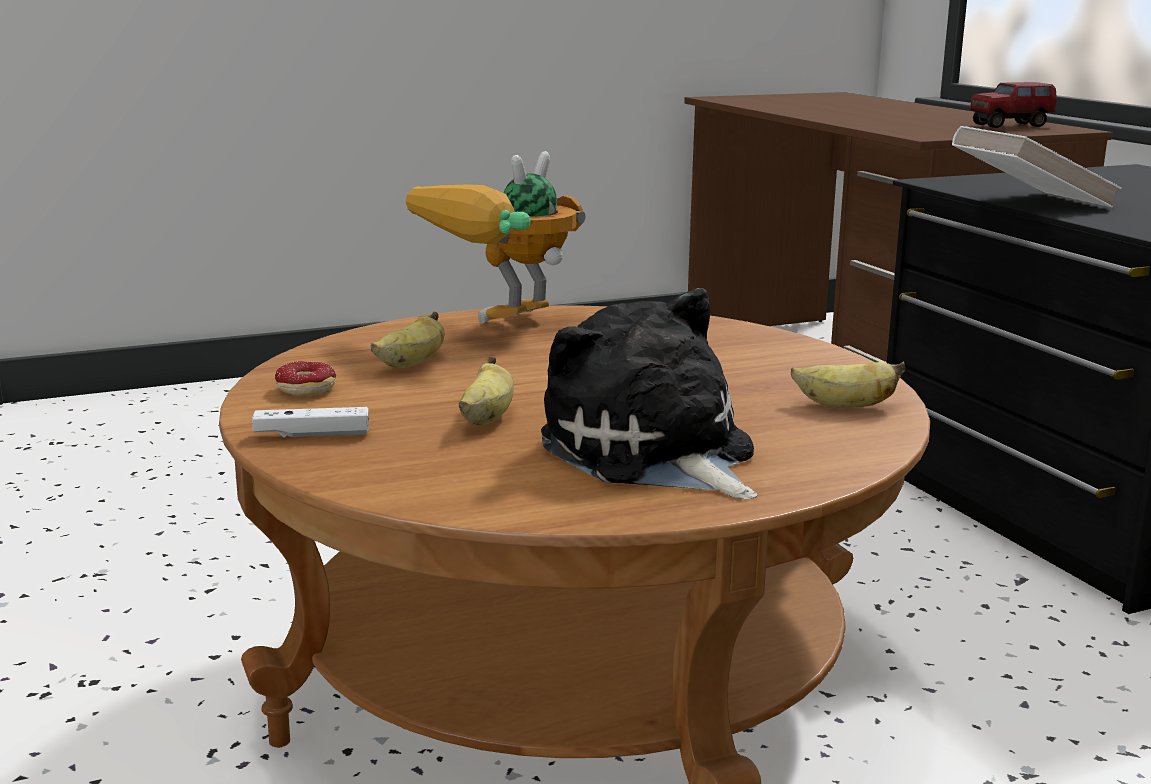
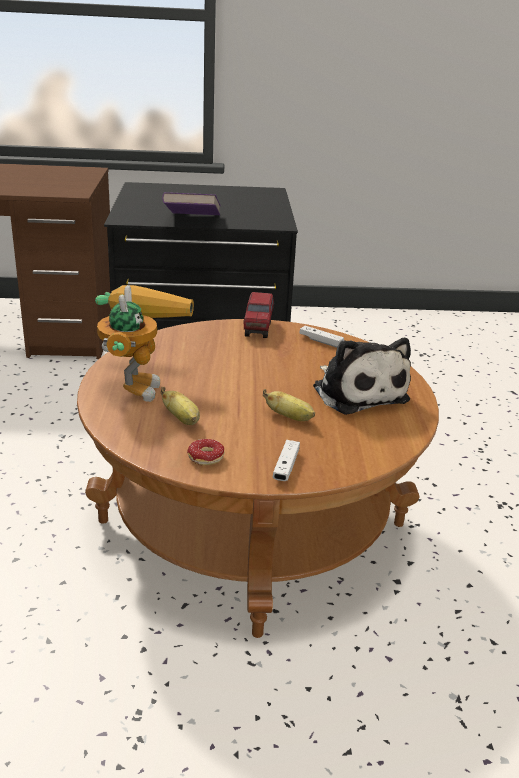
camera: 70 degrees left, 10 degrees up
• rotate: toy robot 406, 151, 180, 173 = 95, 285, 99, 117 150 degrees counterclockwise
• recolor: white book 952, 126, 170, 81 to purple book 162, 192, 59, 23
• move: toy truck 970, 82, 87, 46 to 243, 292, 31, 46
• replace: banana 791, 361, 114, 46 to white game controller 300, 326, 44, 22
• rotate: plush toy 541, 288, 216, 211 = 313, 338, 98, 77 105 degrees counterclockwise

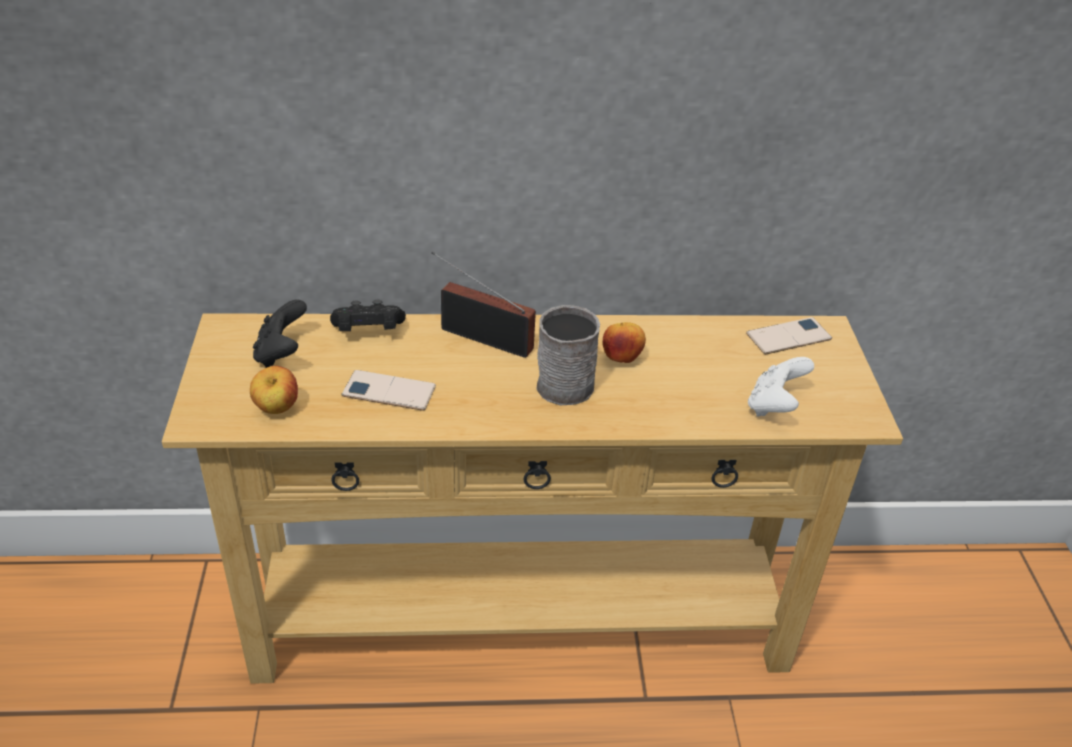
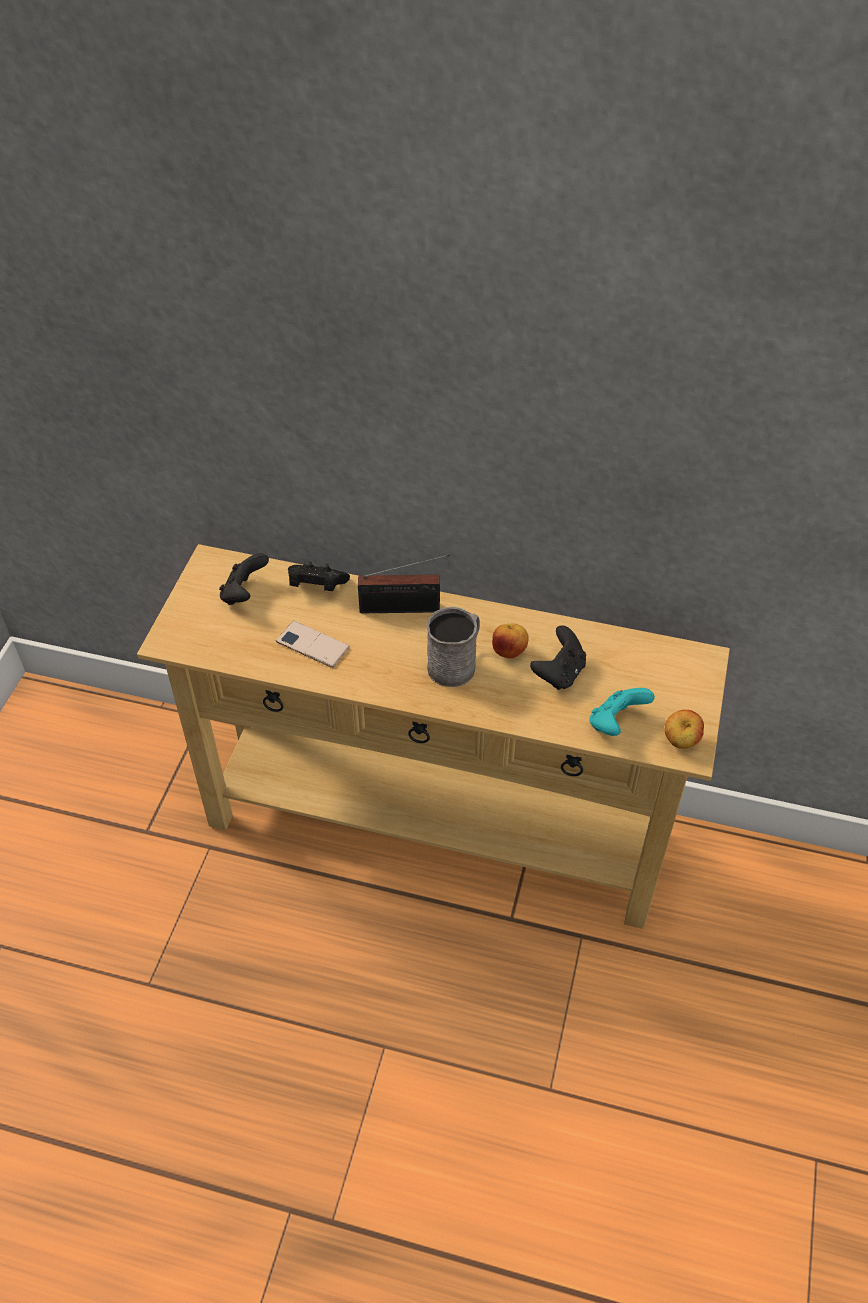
camera: 20 degrees right, 10 degrees up
• rotate: radio 432, 252, 104, 106 = 358, 554, 92, 59 135 degrees clockwise
• insert: black game controller 530, 625, 56, 65
• recolor: white game controller 748, 357, 66, 59 to turquoise game controller 589, 688, 66, 48
• move: apple 250, 366, 48, 48 to 665, 710, 39, 39
• delete: phone 746, 317, 86, 37

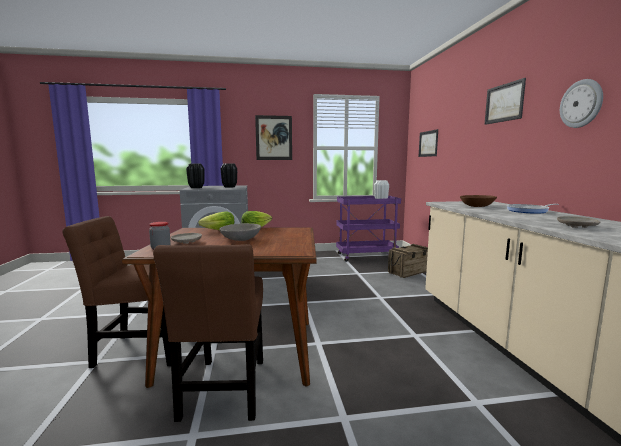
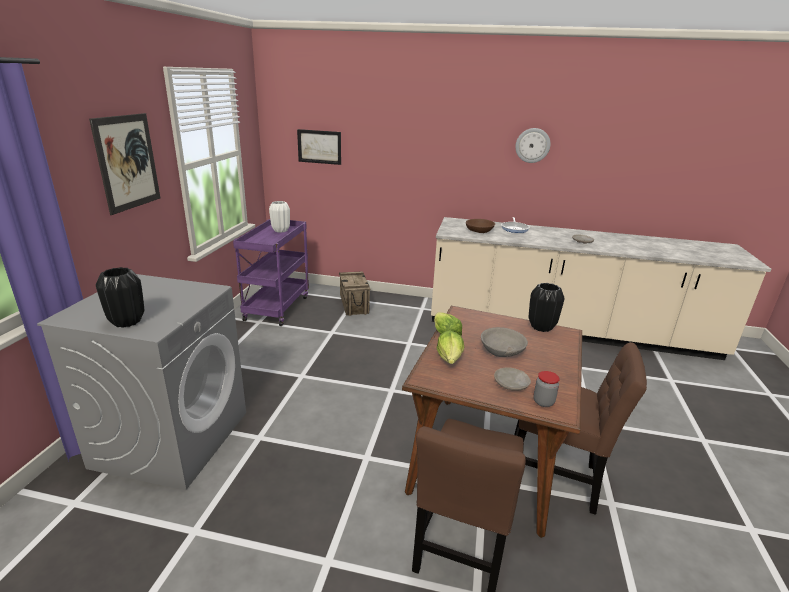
camera: 70 degrees left, 15 degrees up
• move: black vase 221, 164, 16, 24 to 529, 283, 36, 49
• delete: picture 484, 78, 42, 47

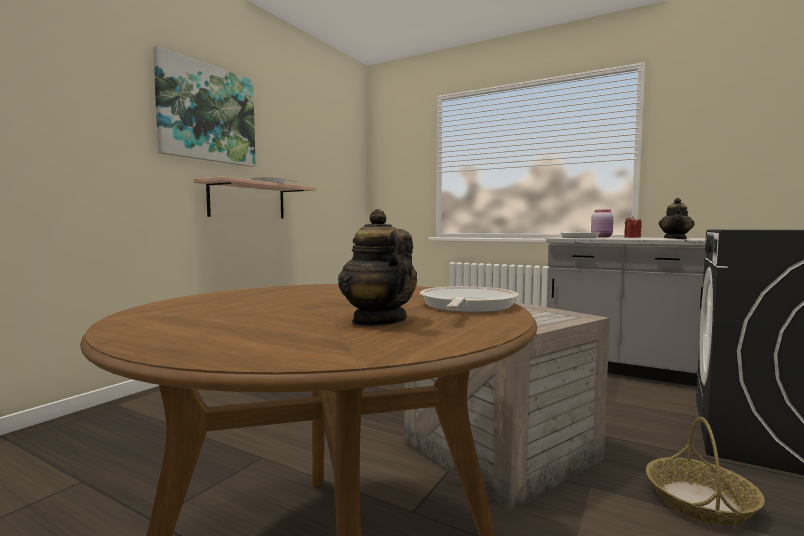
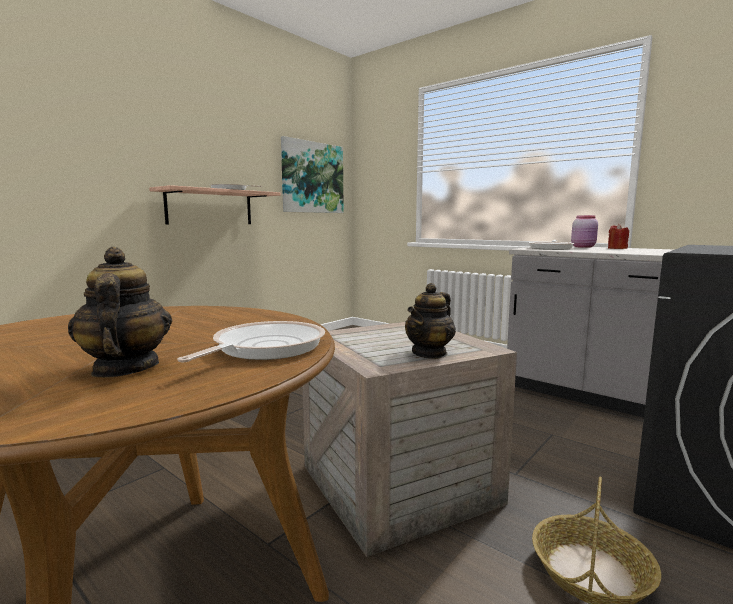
camera: 10 degrees right, 5 degrees up
• move: picture 153, 46, 103, 121 to 281, 136, 63, 77
• move: teapot 659, 198, 35, 41 to 405, 283, 51, 76

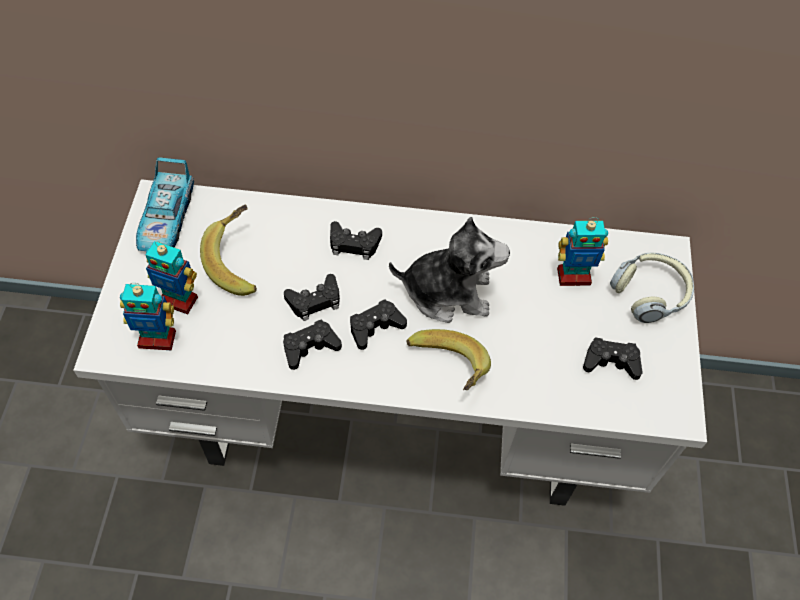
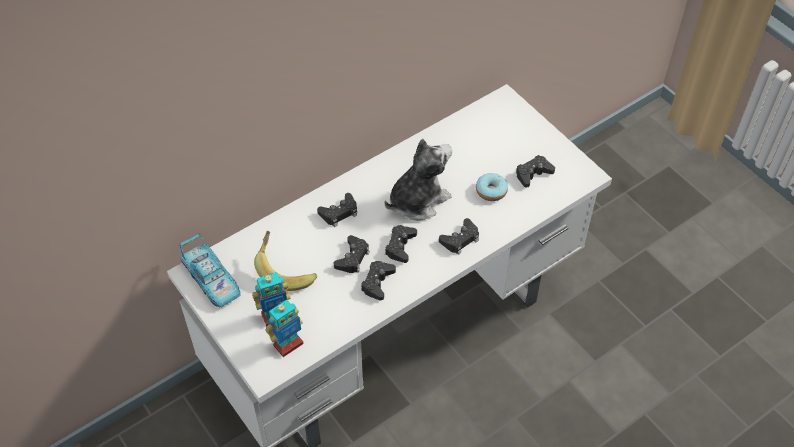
camera: 40 degrees left, 5 degrees down
• replace: banana 406, 329, 85, 61 to black game controller 439, 218, 40, 37
• insert: donut 476, 173, 32, 28
• delete: toy robot 557, 217, 51, 69
• delete: headphones 610, 252, 84, 71

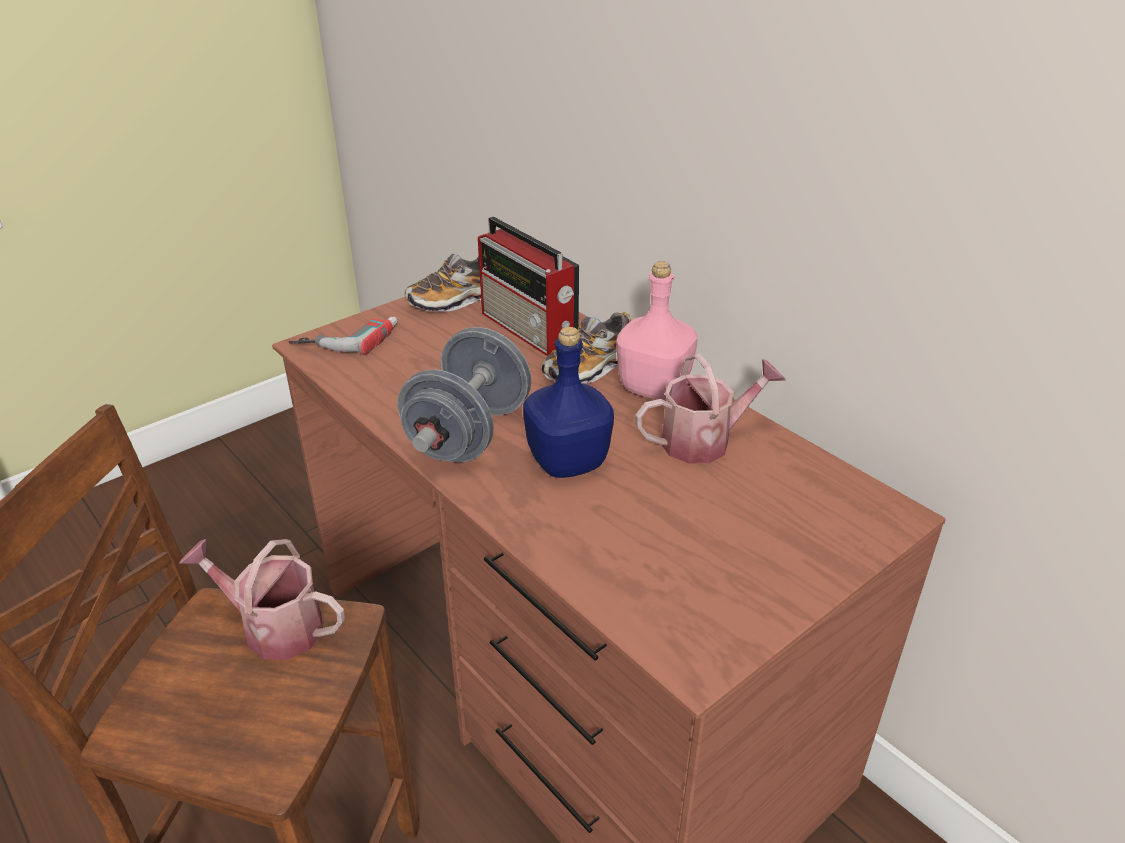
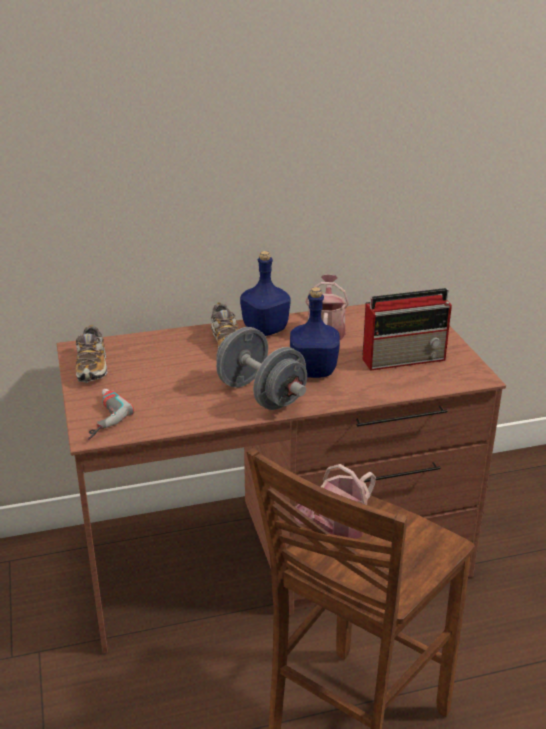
camera: 65 degrees left, 5 degrees down
• recolor: pink bottle 616, 261, 82, 139 to blue bottle 240, 251, 51, 85
• move: radio 478, 217, 101, 139 to 363, 288, 89, 83

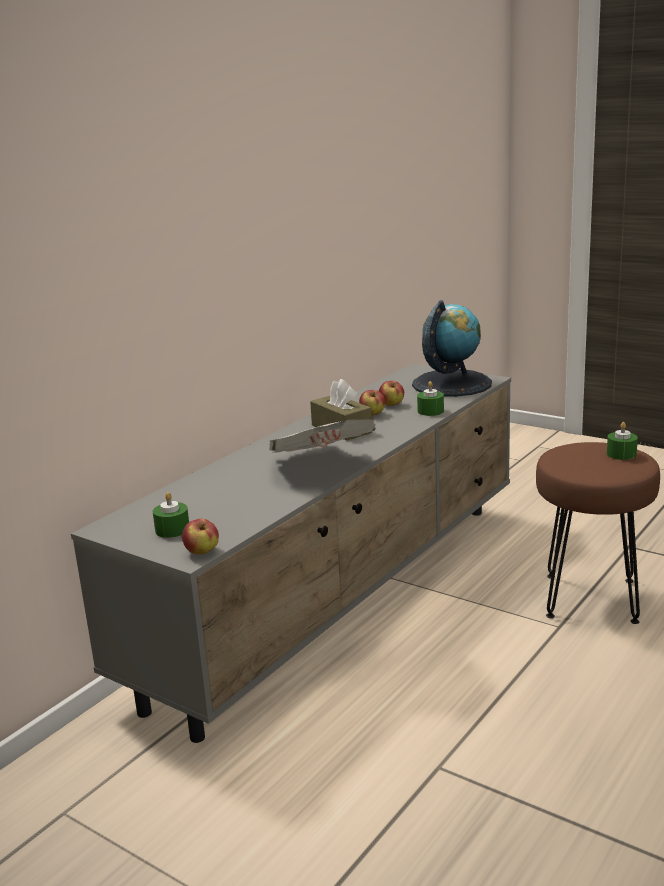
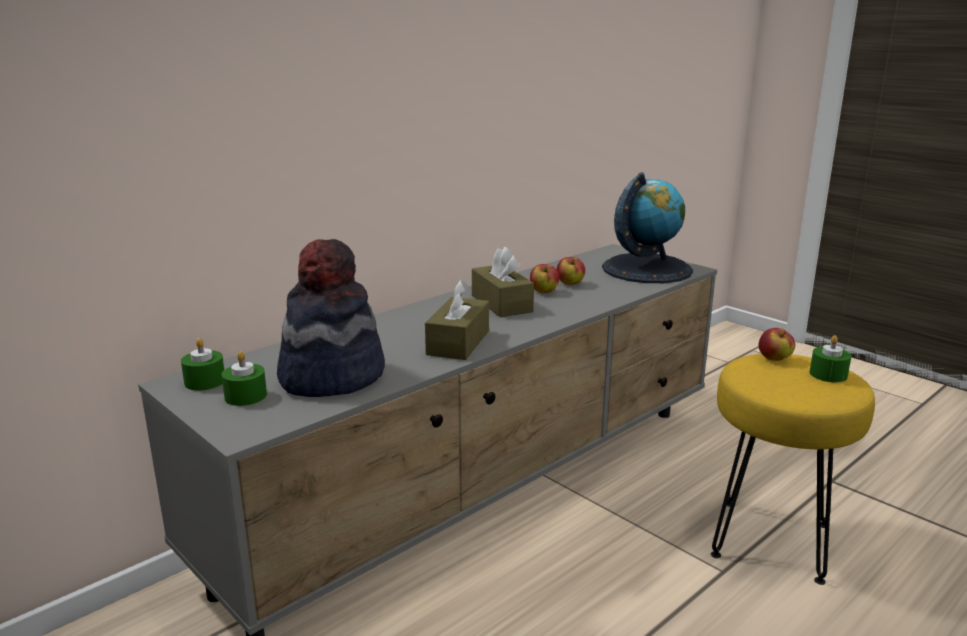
camera: 10 degrees right, 0 degrees up
• move: green candle 417, 381, 27, 35 to 181, 338, 43, 53
• insert: hat 277, 239, 108, 158
• replace: newspaper 269, 419, 107, 34 to brown tissue box 425, 280, 64, 80
• recolor: brown stool 536, 442, 124, 182 to yellow stool 711, 354, 164, 231
• move: apple 182, 519, 37, 36 to 759, 328, 36, 33

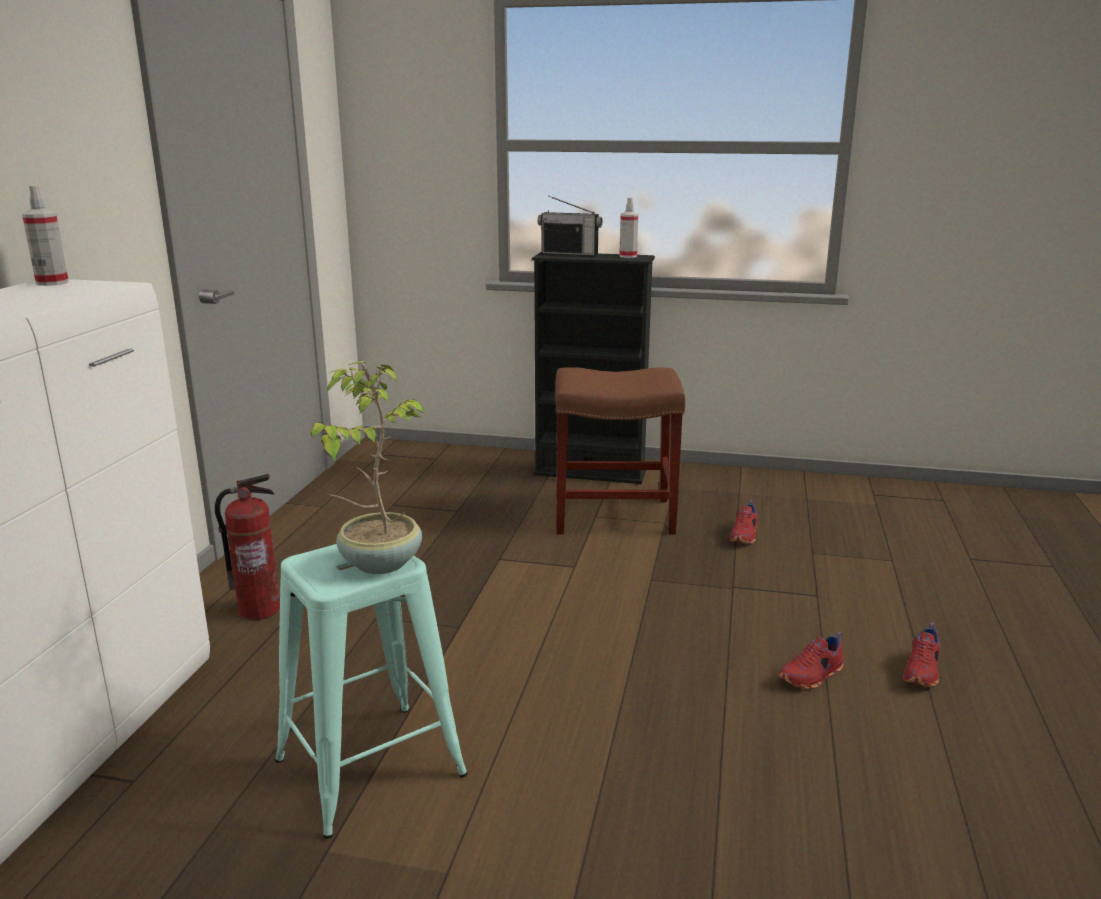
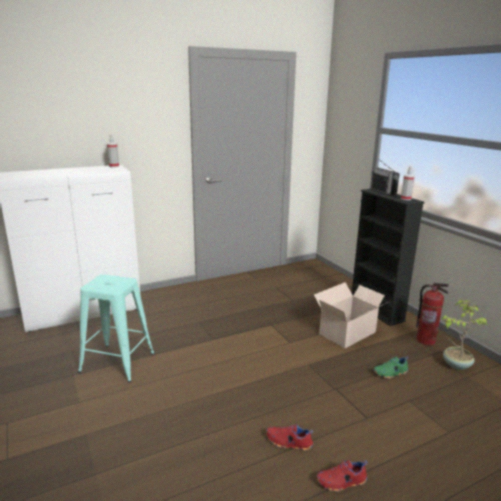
camera: 50 degrees right, 0 degrees up
• replace: brown stool 555, 367, 130, 168 to cardboard box 314, 282, 76, 66
• recolor: red shoe 730, 500, 28, 44 to green shoe 374, 356, 35, 23
• move: fire extinguisher 215, 474, 65, 146 to 416, 283, 33, 63
• move: potted plant 311, 361, 116, 213 to 442, 300, 45, 70

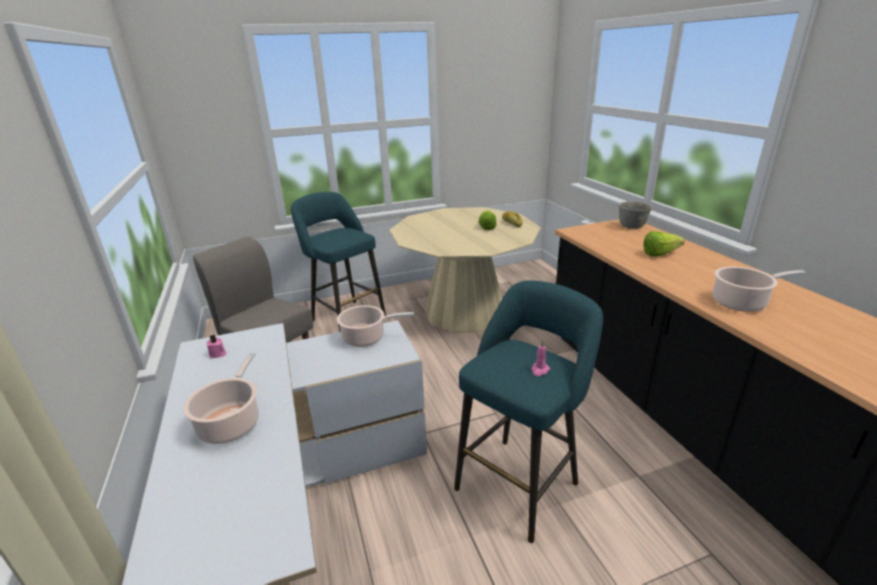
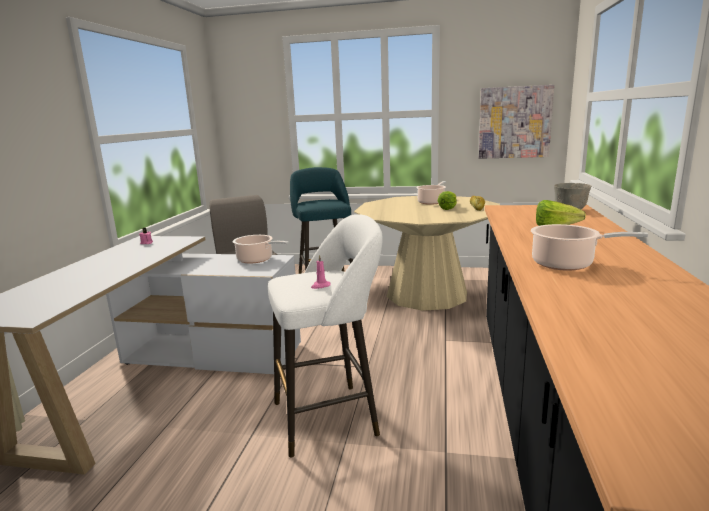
camera: 30 degrees right, 10 degrees down
• recolor: turquoise stool 454, 280, 149, 263 to white stool 268, 214, 115, 243
• move: cooking pot 183, 353, 76, 91 to 416, 181, 30, 24
• insert: picture 479, 85, 76, 74

